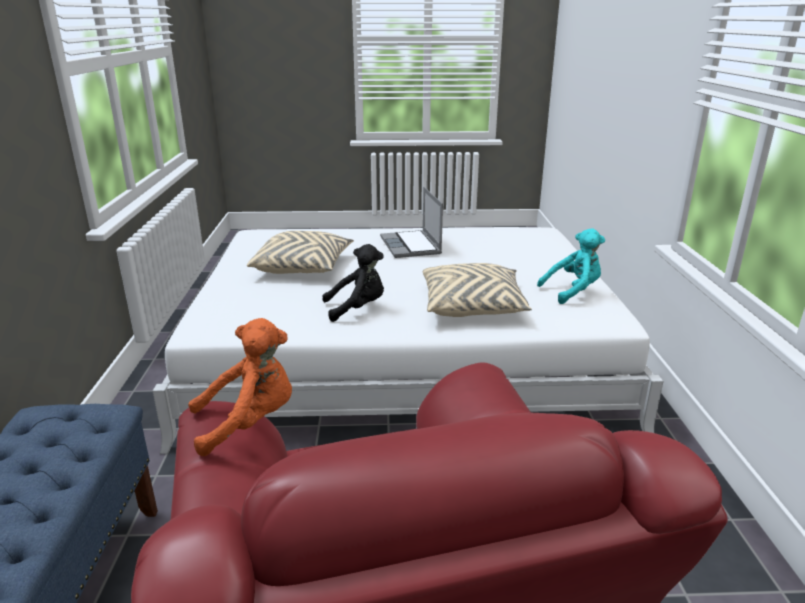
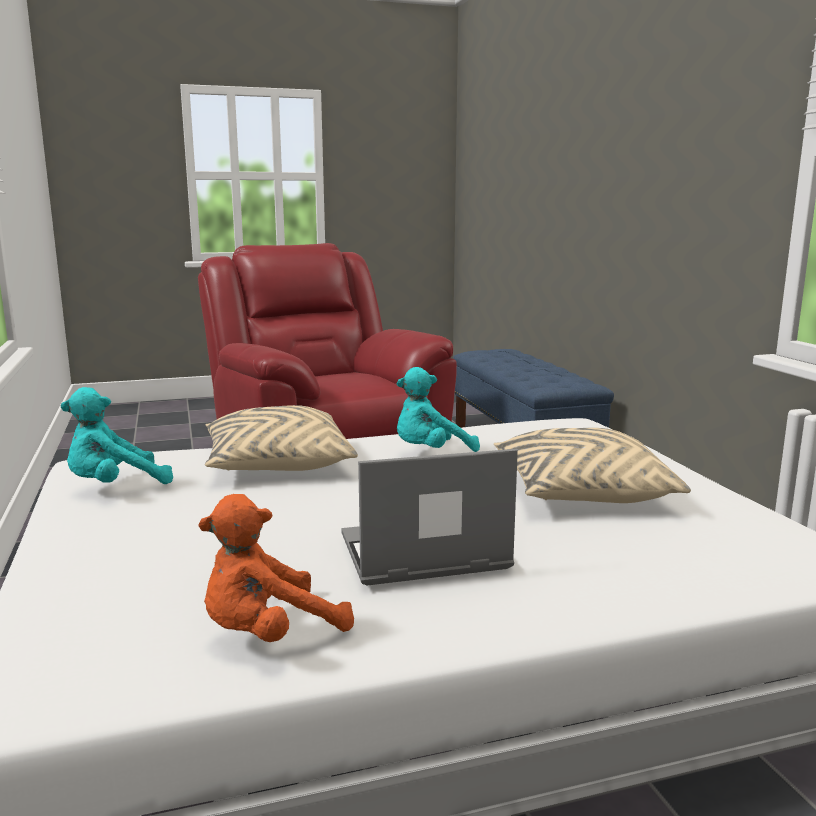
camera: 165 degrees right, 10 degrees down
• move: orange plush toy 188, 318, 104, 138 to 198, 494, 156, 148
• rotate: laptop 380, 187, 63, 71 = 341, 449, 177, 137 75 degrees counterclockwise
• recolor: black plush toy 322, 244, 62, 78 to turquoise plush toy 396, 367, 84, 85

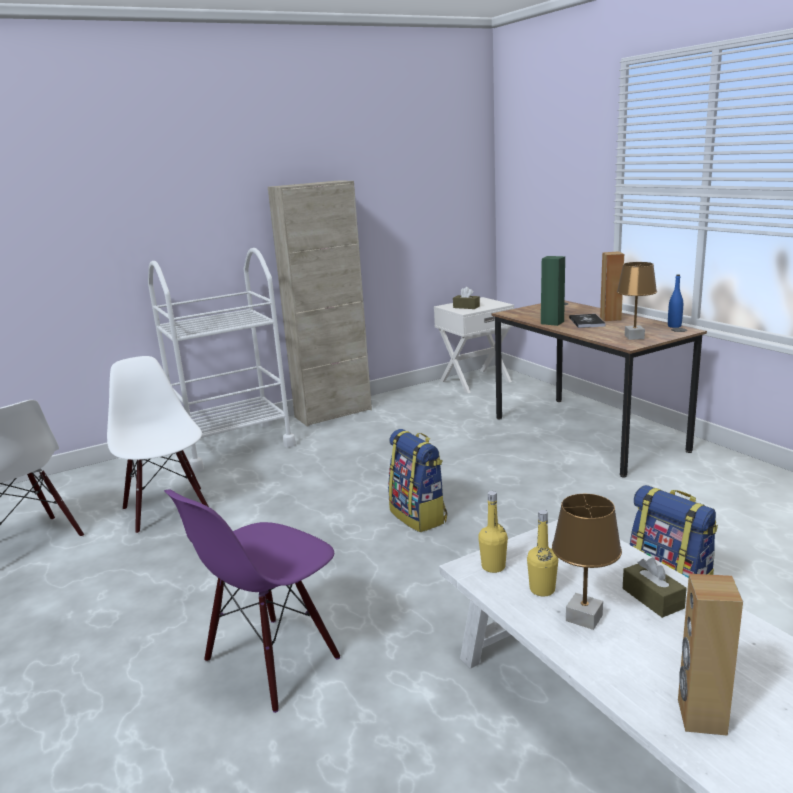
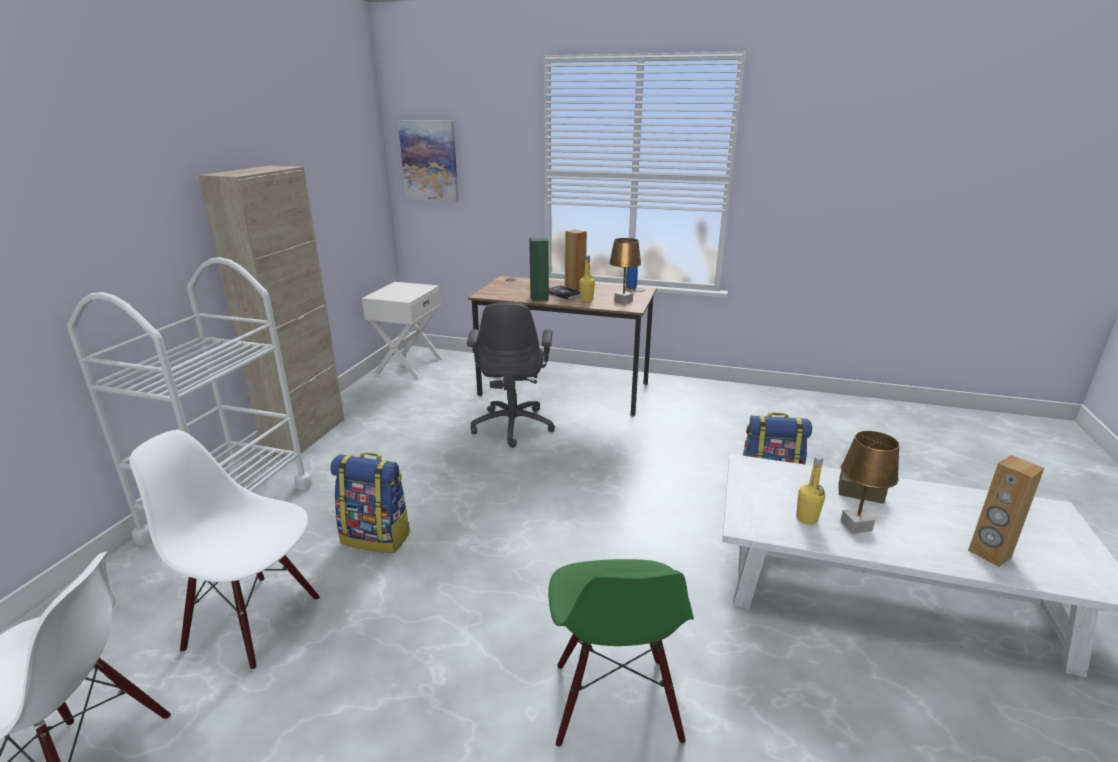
camera: 45 degrees left, 5 degrees up
• move: backpack 388, 429, 59, 103 to 330, 453, 81, 100
• insert: picture 398, 120, 61, 82
• insert: grey office chair 467, 302, 88, 146
• recolor: purple chair 164, 489, 176, 224 to green chair 548, 559, 146, 188
• move: yellow bottle 478, 491, 30, 82 to 579, 255, 16, 47
• delete: brown tissue box 453, 287, 27, 22

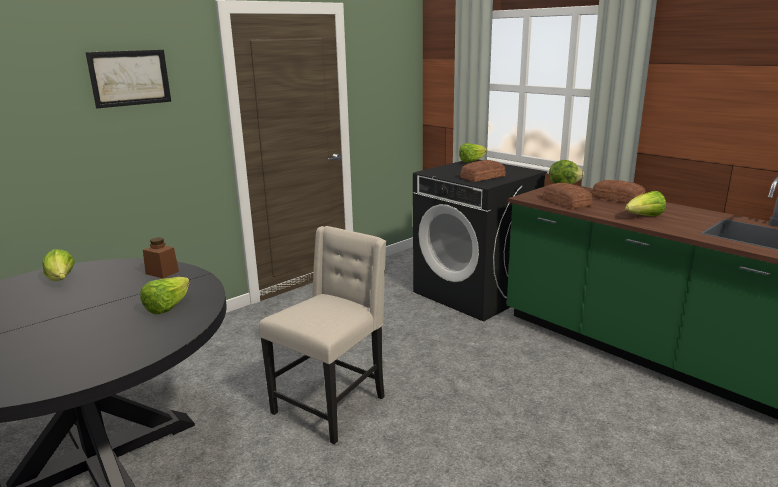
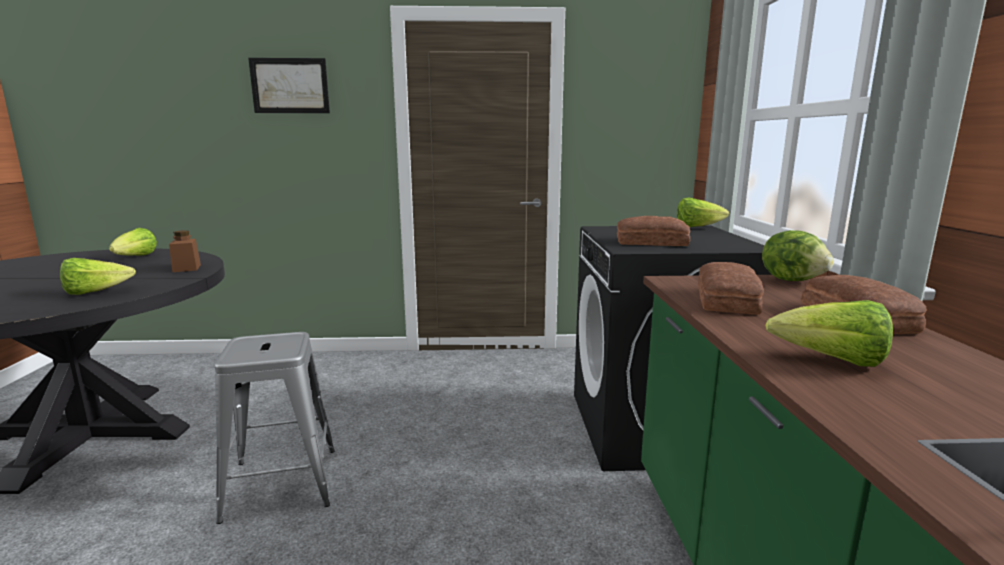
camera: 40 degrees right, 5 degrees down
• replace: beige chair 259, 226, 127, 218 to grey stool 215, 332, 120, 192

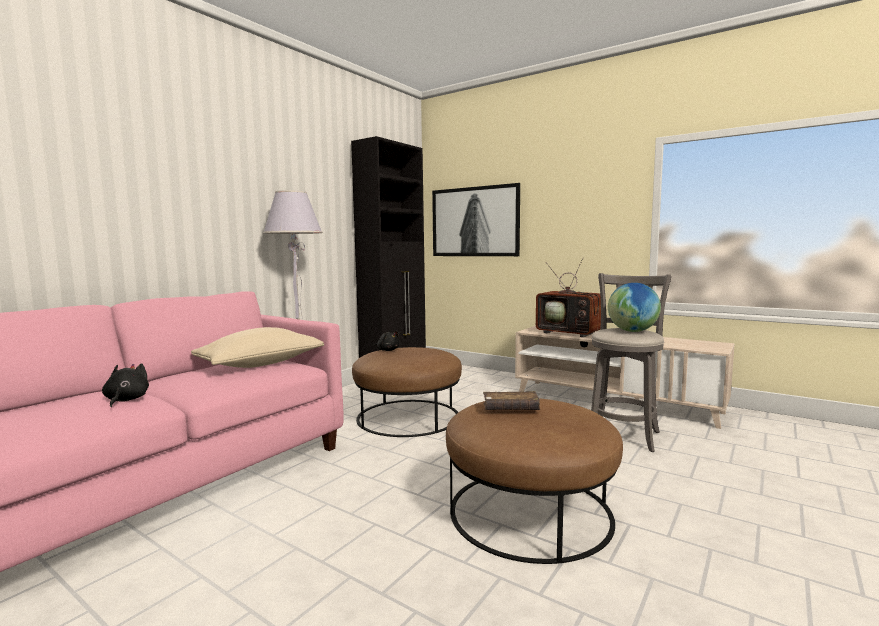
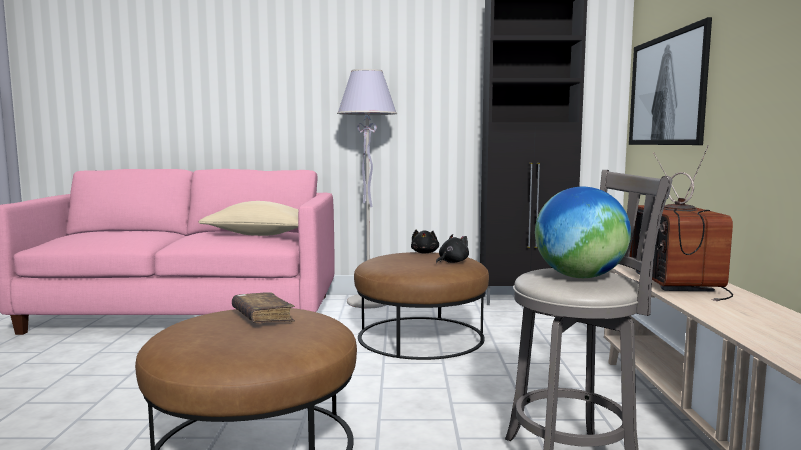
camera: 55 degrees right, 0 degrees up
• move: black plush toy 102, 363, 47, 44 to 436, 234, 33, 30

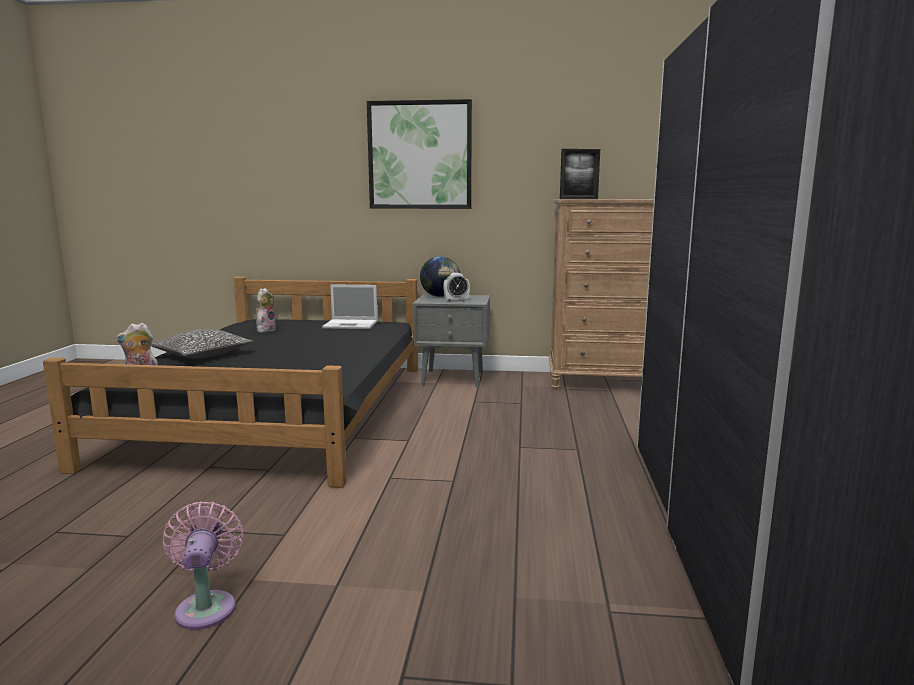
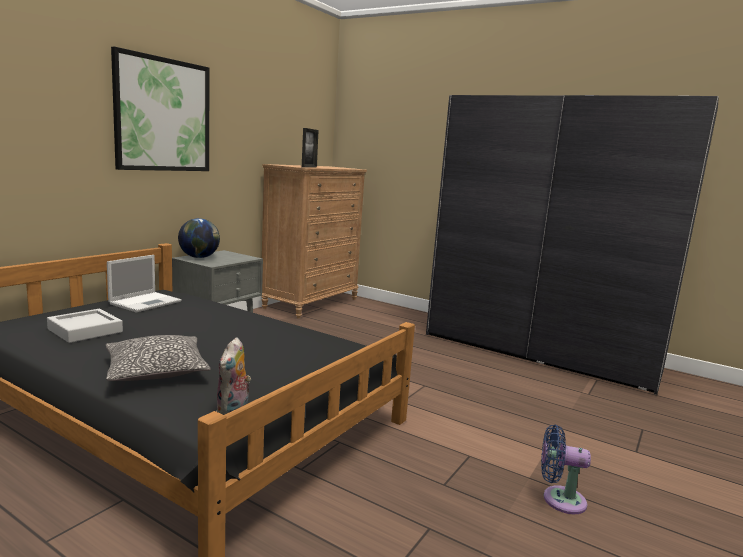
camera: 65 degrees left, 0 degrees up
• replace: plush toy 256, 288, 20, 44 to grey tray 47, 309, 76, 34
• recolor: pink fan 163, 501, 81, 129 to blue fan 541, 425, 50, 89
• delete: alarm clock 443, 273, 27, 29

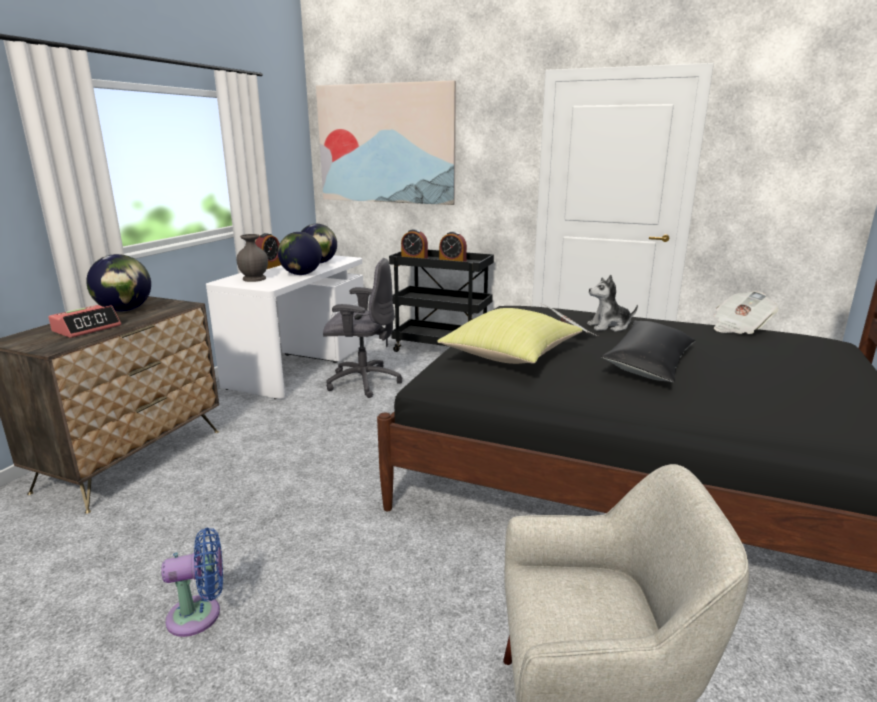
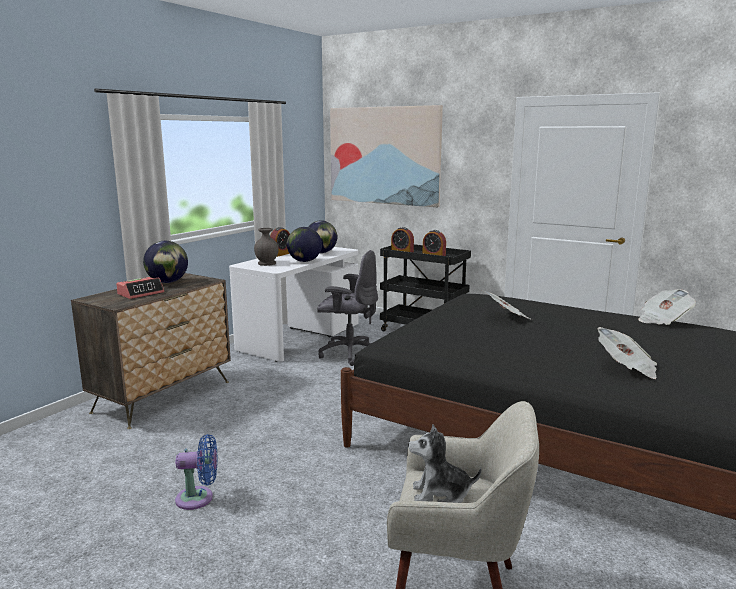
camera: 10 degrees right, 5 degrees down
• move: plush toy 587, 275, 51, 57 to 408, 424, 74, 79
• insert: newspaper 597, 327, 60, 52
• delete: yellow pillow 437, 308, 146, 56
• delete: black pillow 602, 321, 94, 61

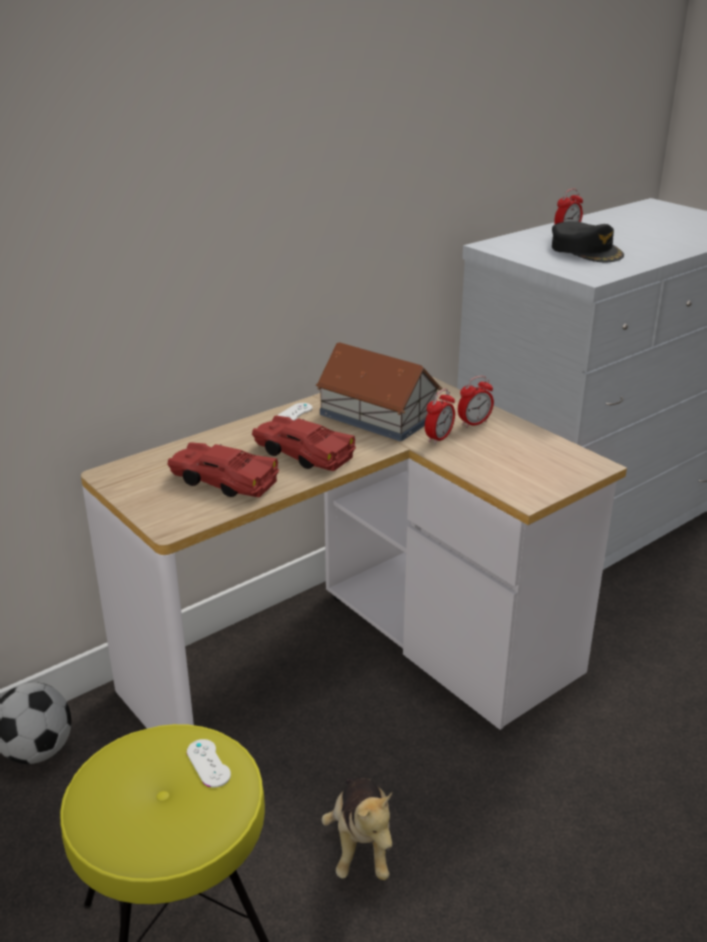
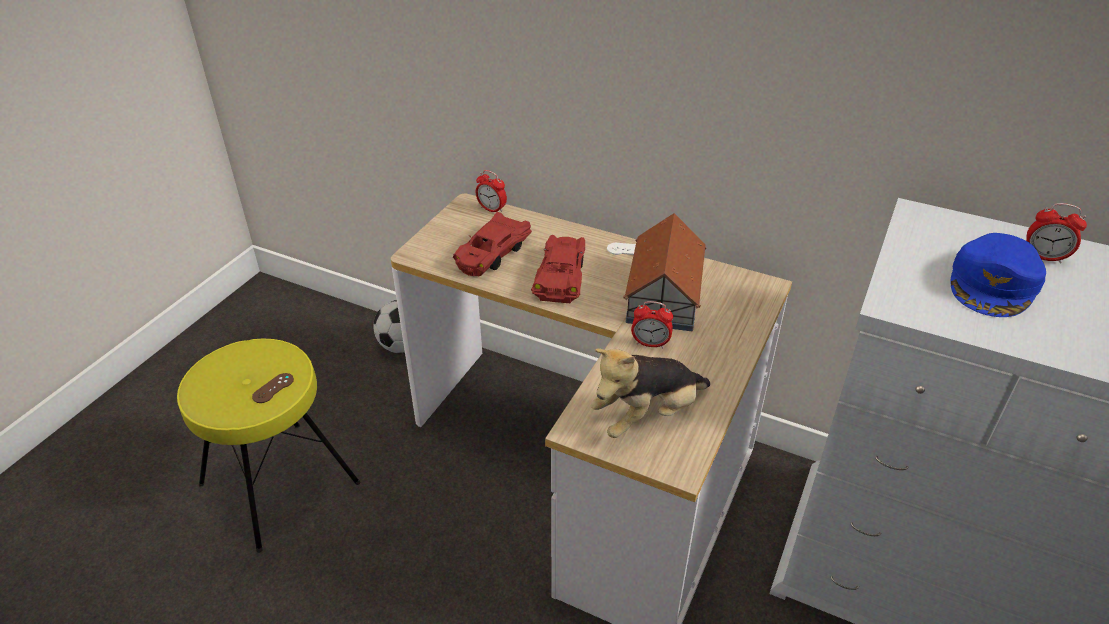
camera: 65 degrees right, 10 degrees up
• recolor: white game controller 187, 739, 44, 49 to brown game controller 252, 373, 42, 30
• rotate: red toy car 167, 442, 112, 55 = 453, 212, 79, 64 150 degrees counterclockwise
• move: alarm clock 458, 376, 36, 52 to 476, 170, 31, 42
• move: plush toy 321, 777, 71, 103 to 591, 348, 119, 90
• recolor: black cap 552, 221, 72, 41 to blue cap 950, 233, 96, 84

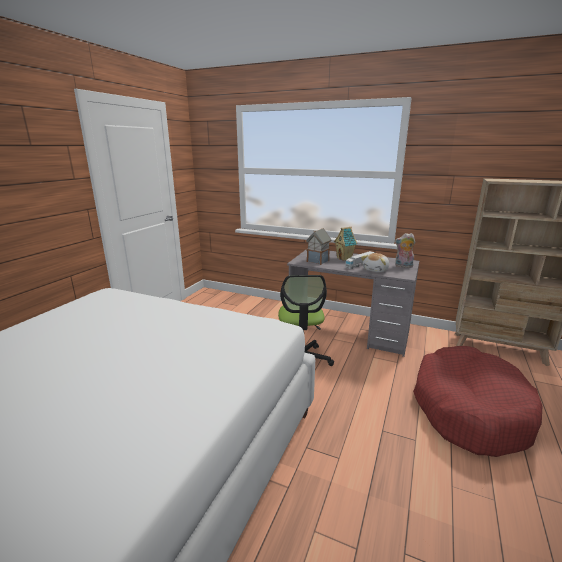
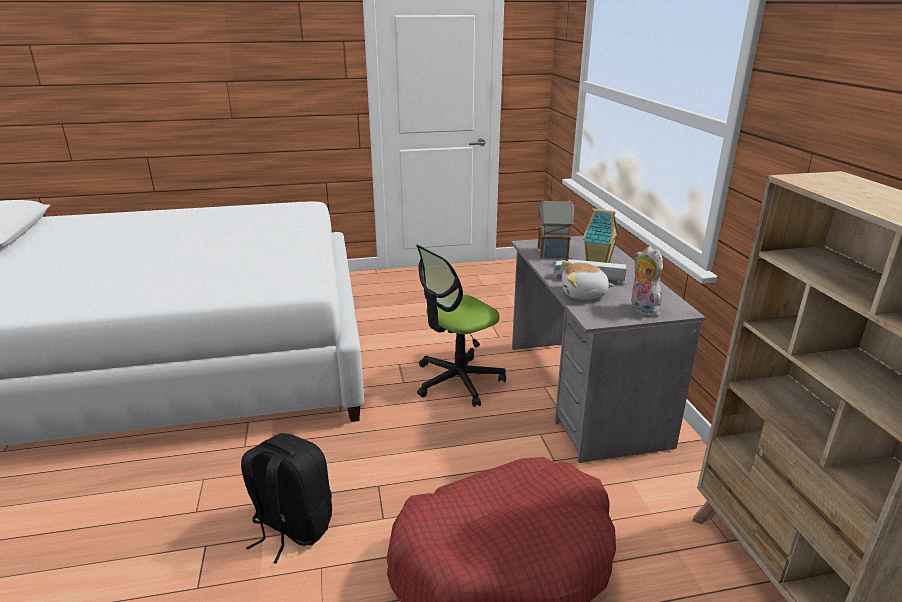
camera: 55 degrees right, 5 degrees up
• insert: black backpack 241, 433, 91, 131

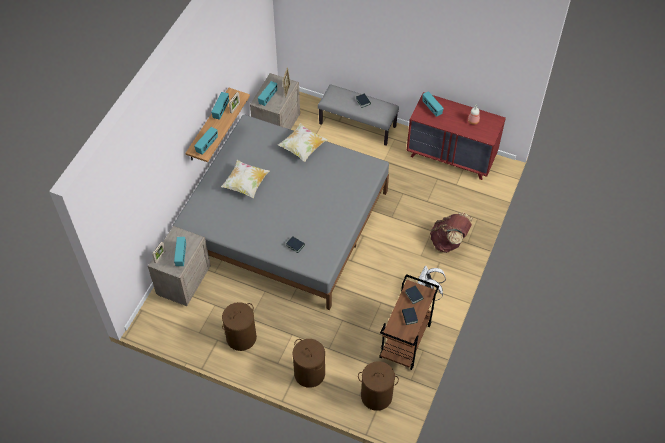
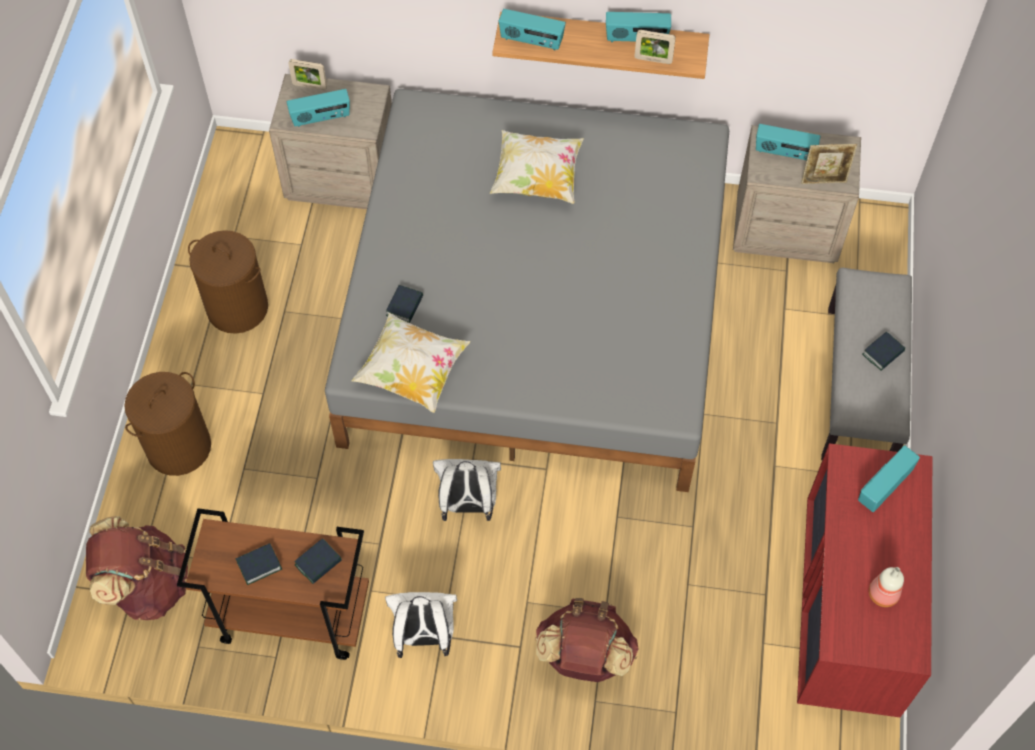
camera: 75 degrees right, 5 degrees up
• replace: brown laundry basket 358, 361, 41, 50 to brown backpack 86, 516, 102, 105
• move: pillow 278, 123, 50, 39 to 351, 313, 119, 100
• insert: white backpack 433, 459, 68, 62

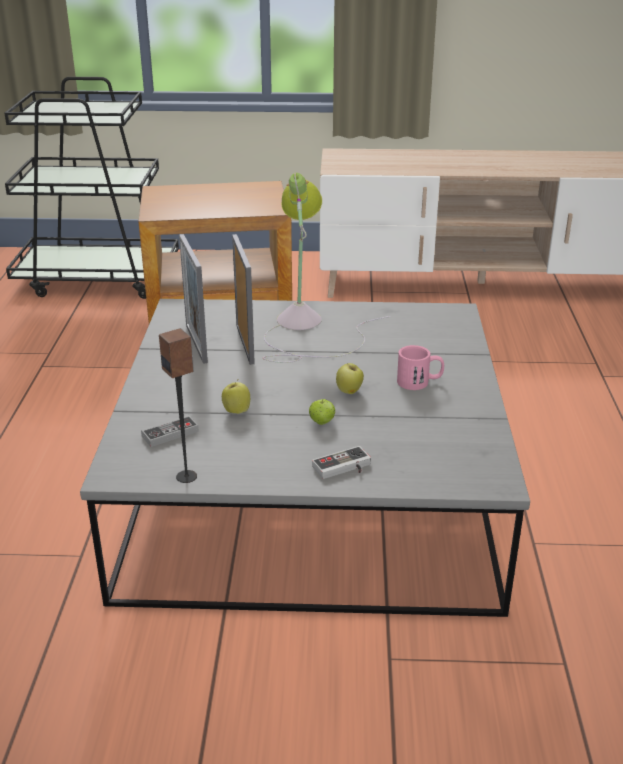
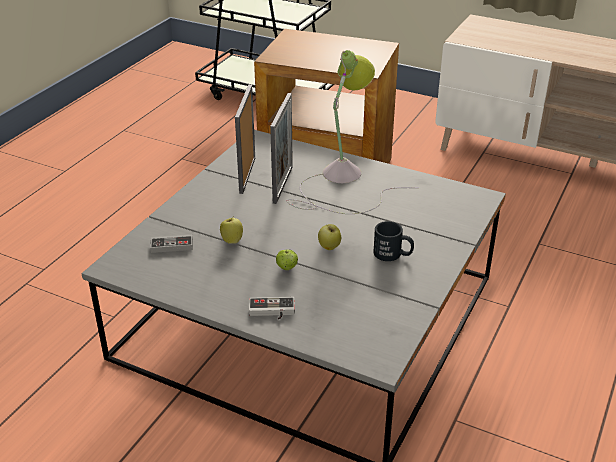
camera: 25 degrees right, 5 degrees up
• recolor: pink mug 397, 345, 47, 45 to black mug 373, 221, 41, 40
• delete: speaker 159, 328, 38, 155

